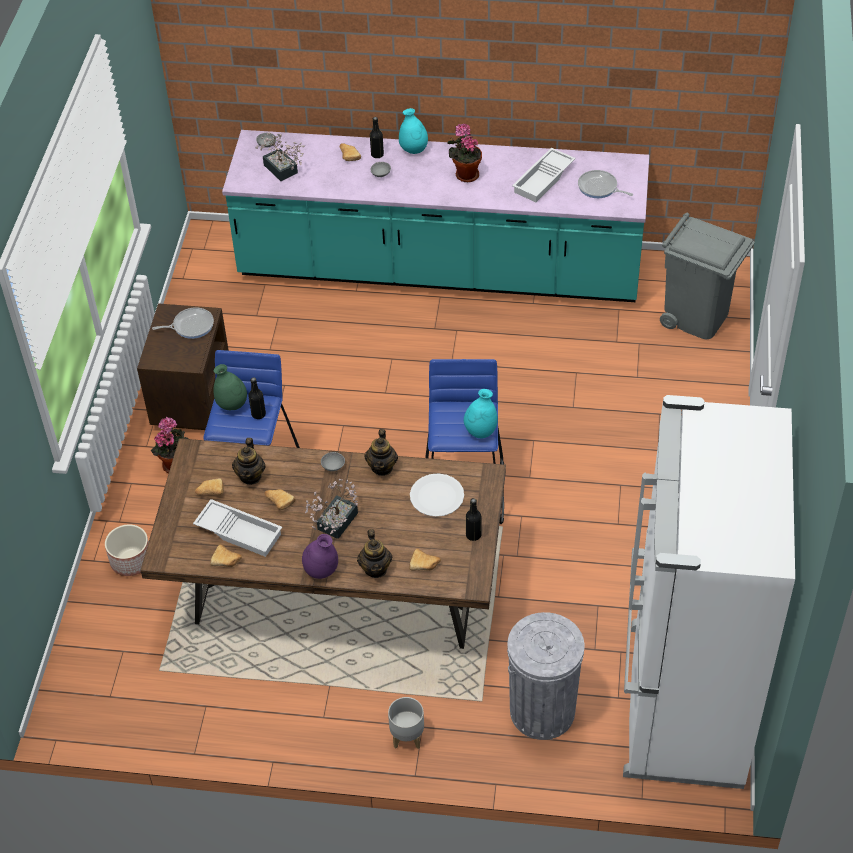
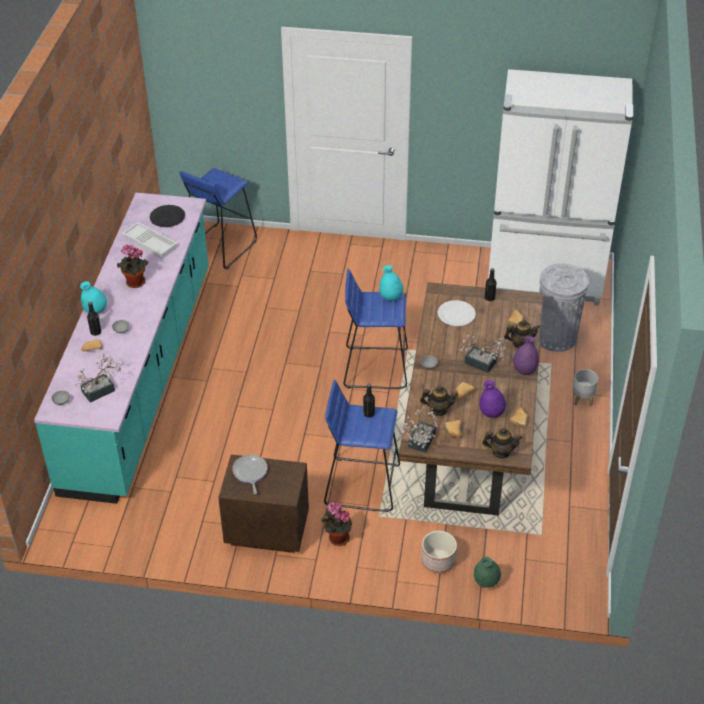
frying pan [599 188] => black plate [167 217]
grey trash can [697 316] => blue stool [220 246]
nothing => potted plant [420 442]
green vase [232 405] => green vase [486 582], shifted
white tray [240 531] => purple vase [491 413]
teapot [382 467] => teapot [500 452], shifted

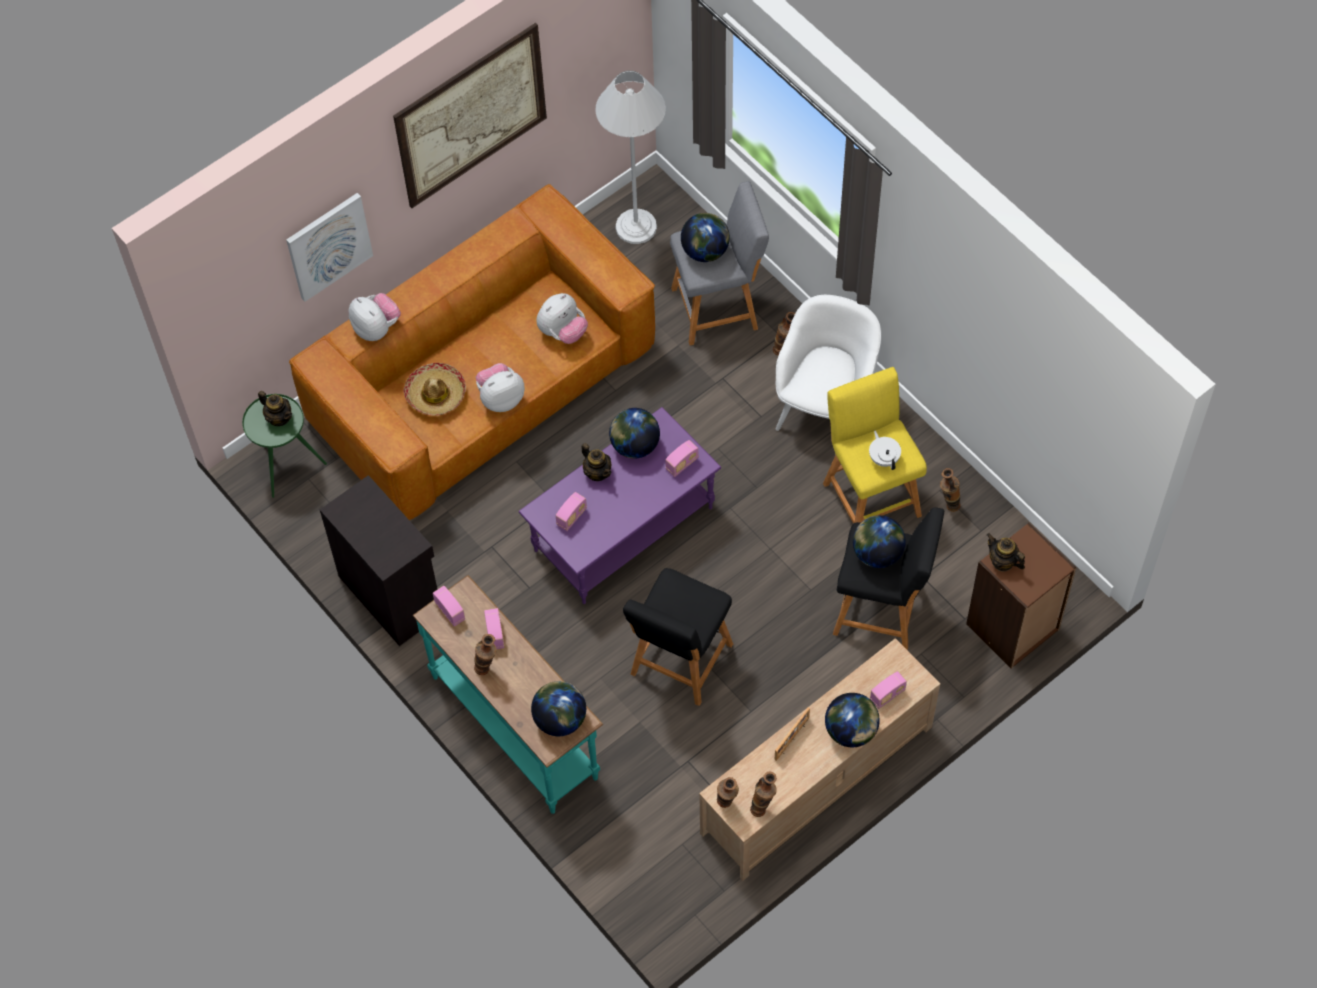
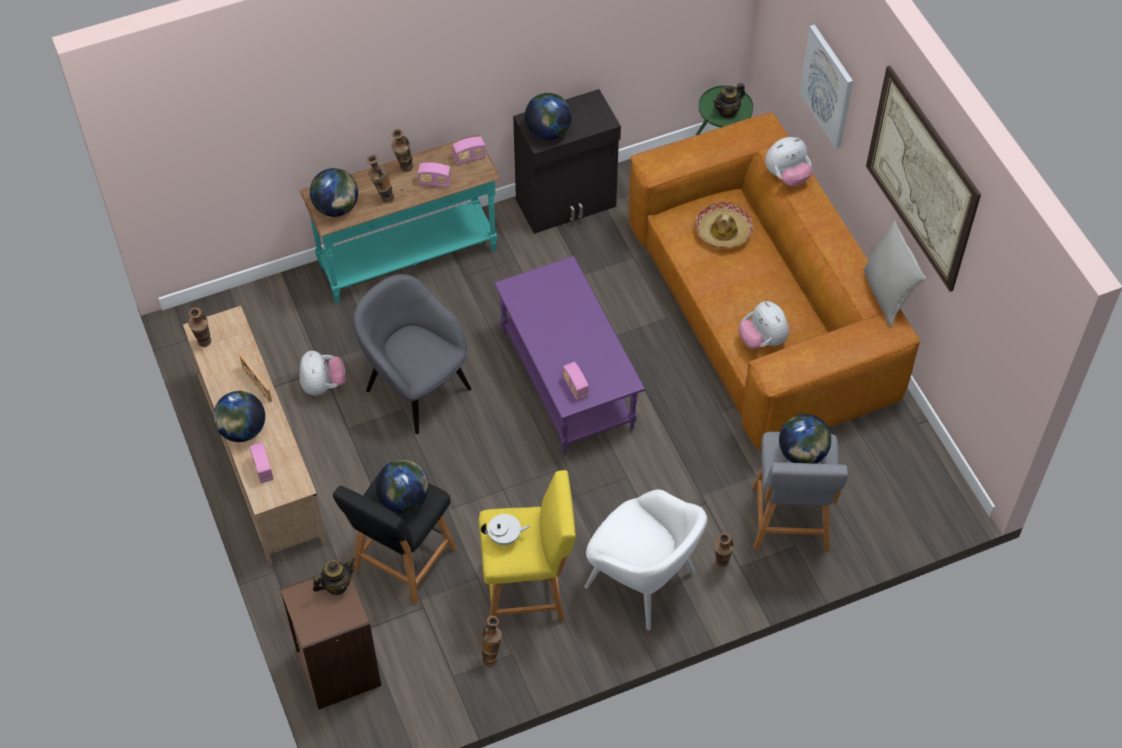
plush toy [501 398] => plush toy [323 385], shifted
black stool [679 663] => grey armchair [416 387]
vase [726 805] => vase [383 199], shifted
globe [634 445] => globe [548 131], shifted
nothing => grey pillow [887 295]
radio [571 517] => nothing
teapot [597 472] => nothing
white floor lamp [636 227] => nothing

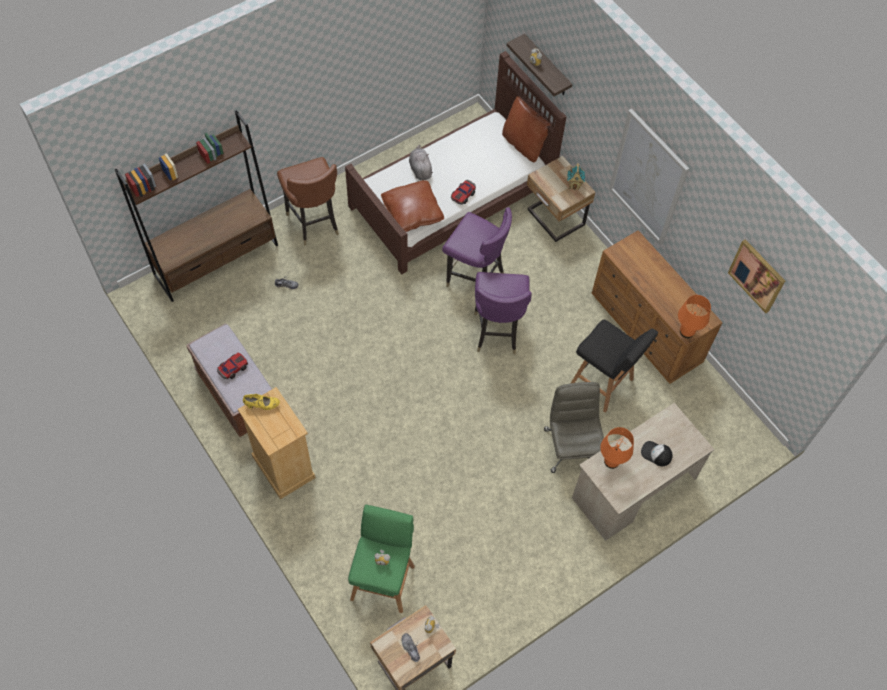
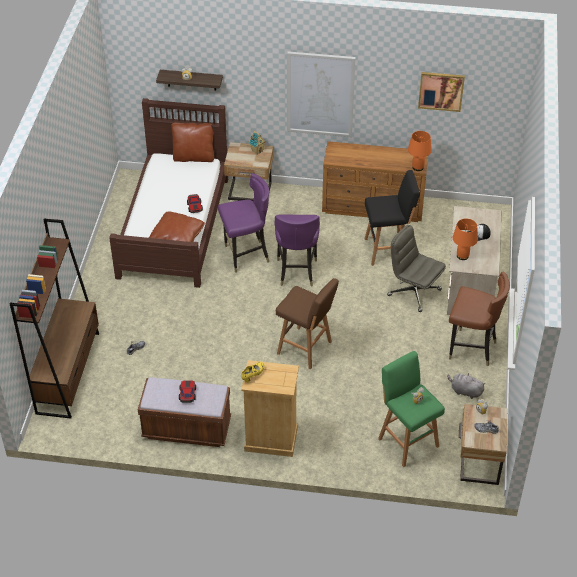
purple chair [496 332] => purple chair [296 272], 45 degrees clockwise
nothing => brown stool [306 348]
grey plush toy [420 169] => grey plush toy [465 391], shifted
brown chair [313 222] => brown chair [471 349], shifted

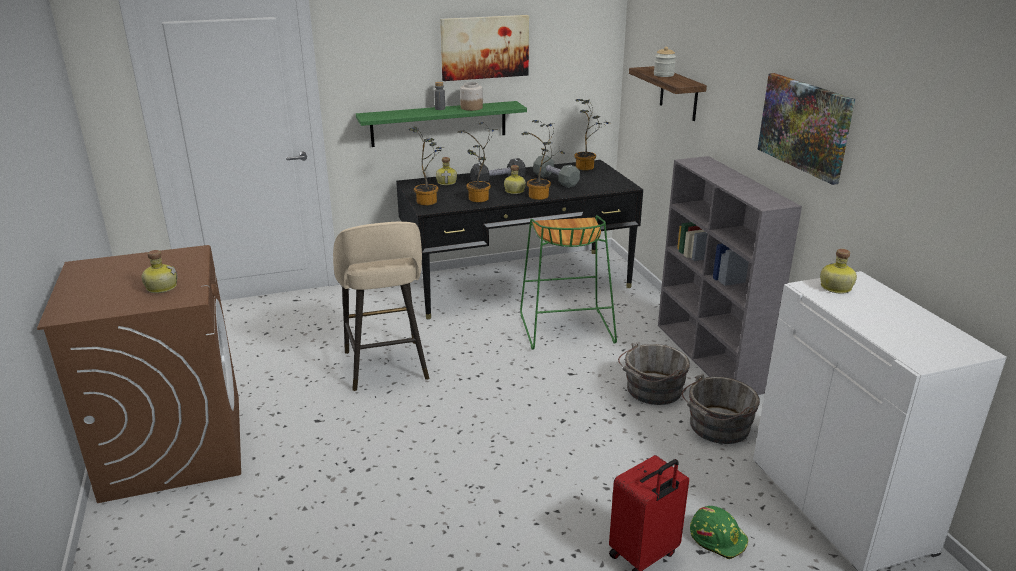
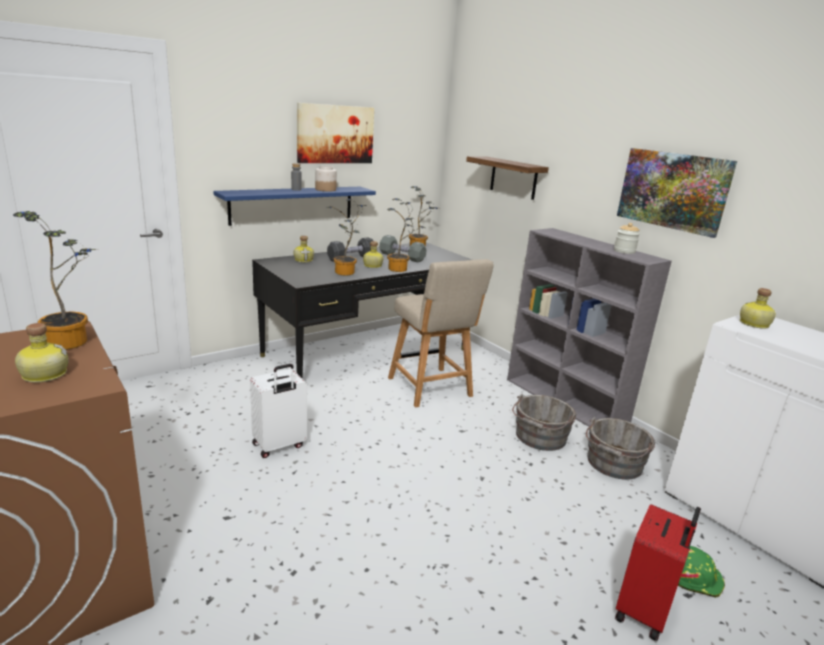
potted plant [429 201] => potted plant [72 341], shifted
green shelf [439 123] => blue shelf [292 205]
beige stool [386 367] => white suitcase [279 446]
green stool [565 328] => beige chair [431 389]
jar [663 75] => jar [624 251], shifted

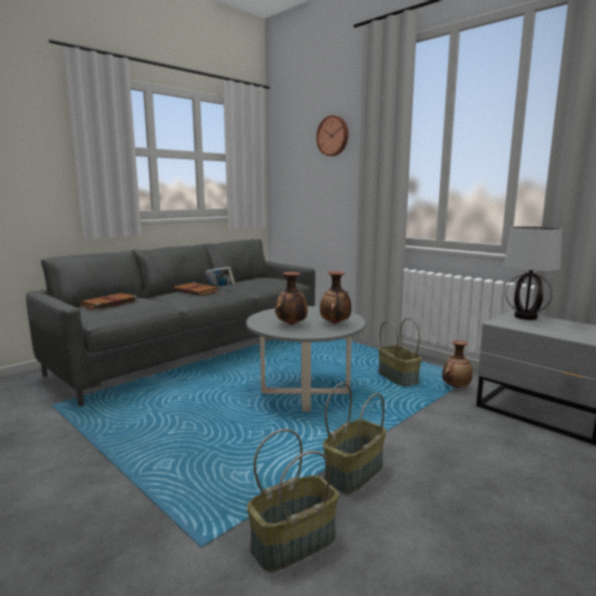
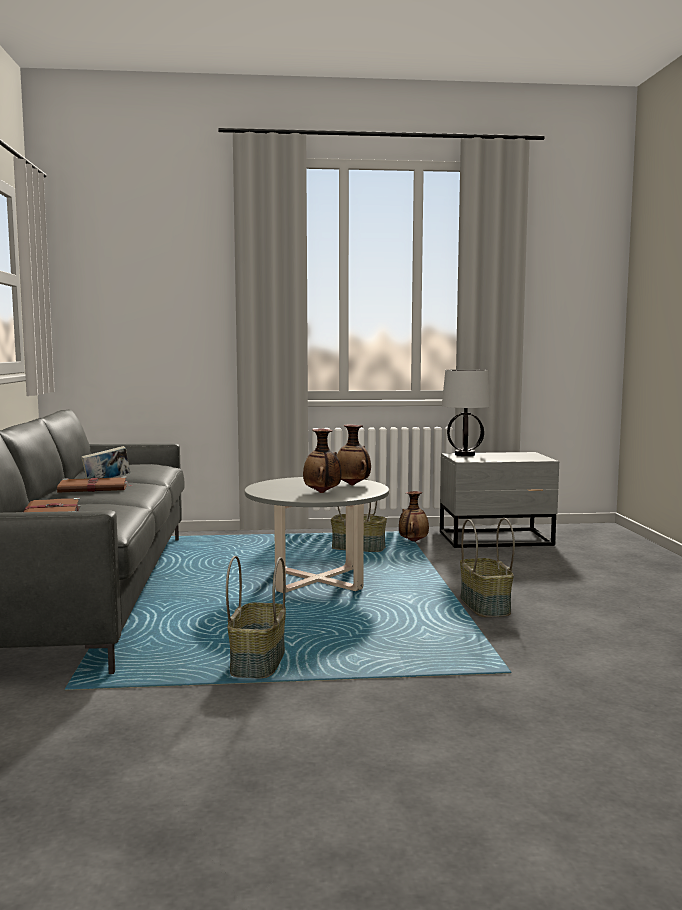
basket [293 542] => basket [257 662], shifted
wall clock [333 136] => nothing

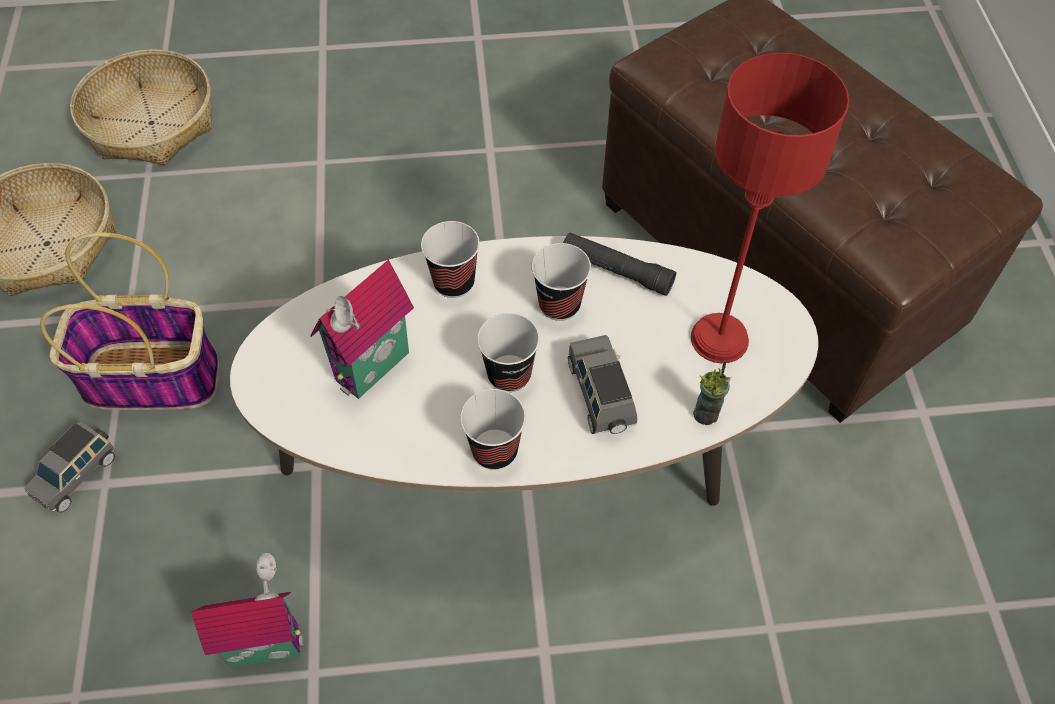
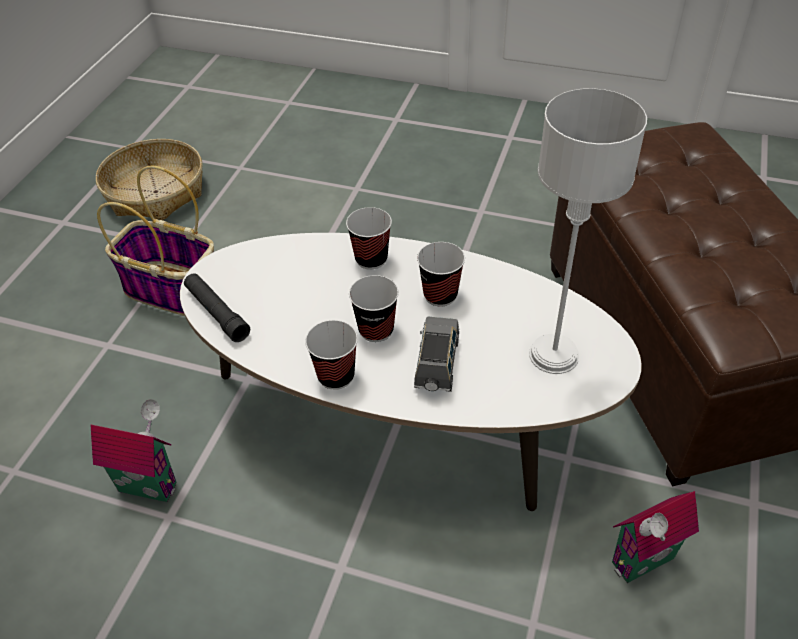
black flashlight [616 270] => black flashlight [217 313], shifted
red table lamp [719 340] => grey table lamp [553 355]
toy house [376 370] => toy house [644 564], shifted
grey toy car [77 475] => nothing
basket [152 123] => nothing
cup [706 414] => nothing

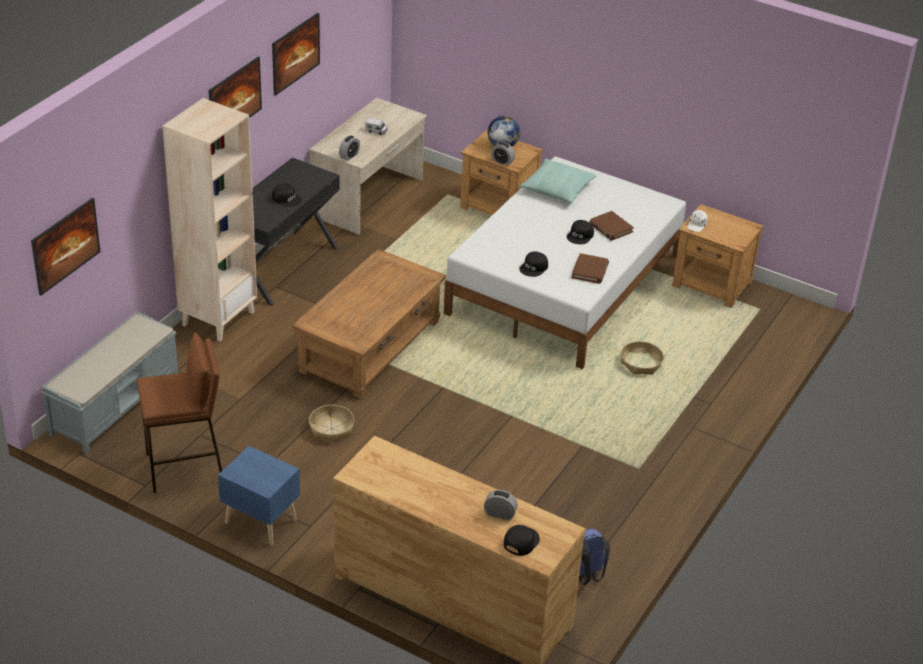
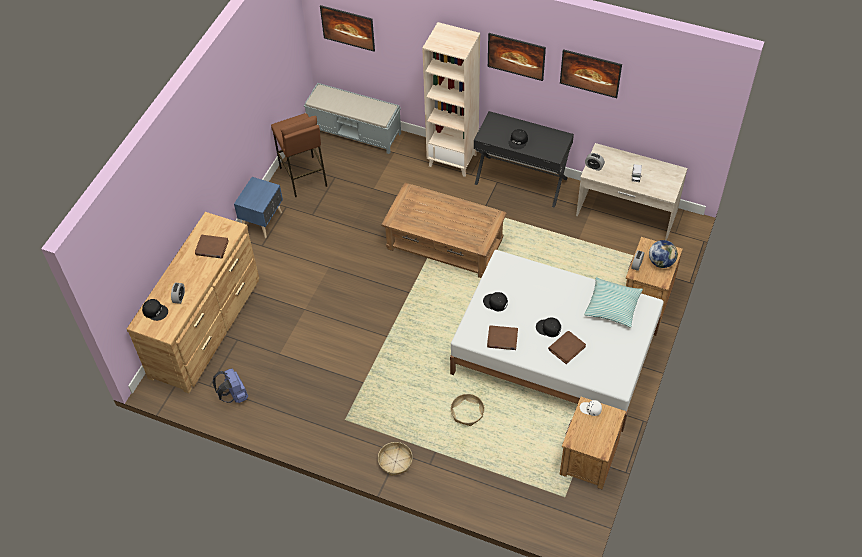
nothing => brown book [212 248]
basket [331 428] => basket [395 461], shifted

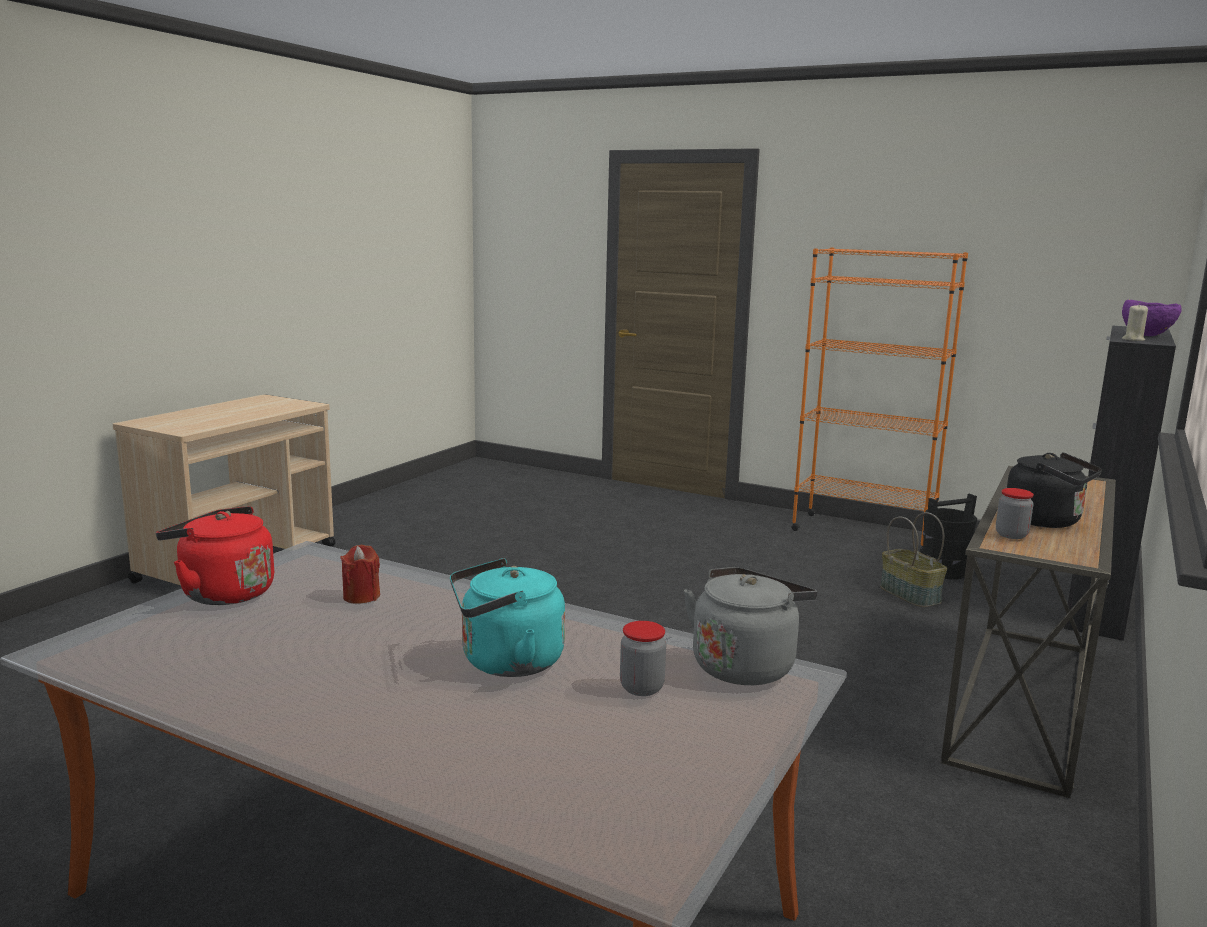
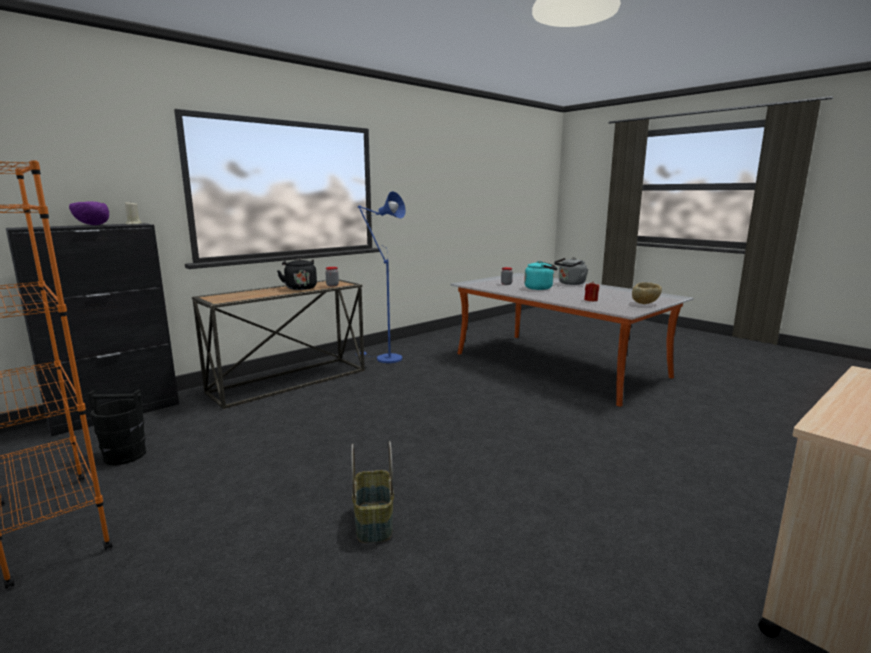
basket [911 594] => basket [373 521], shifted
nothing => blue floor lamp [384 358]
grey kettle [745 665] => grey kettle [570 283], shifted
red kettle [222 593] => beige bowl [645 304]

